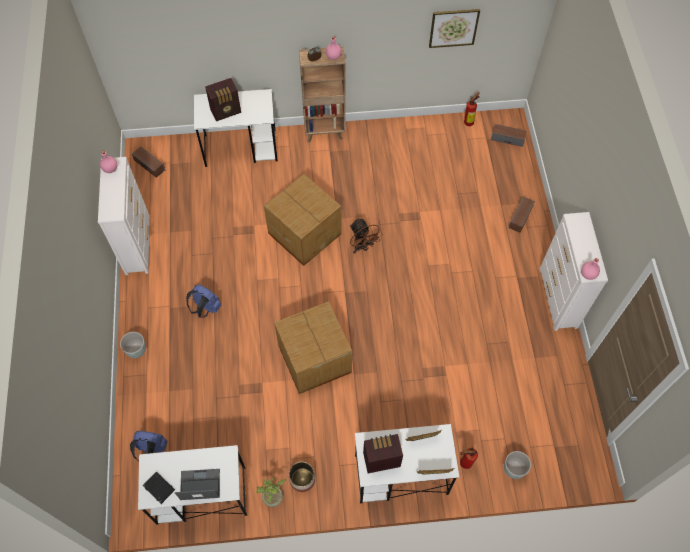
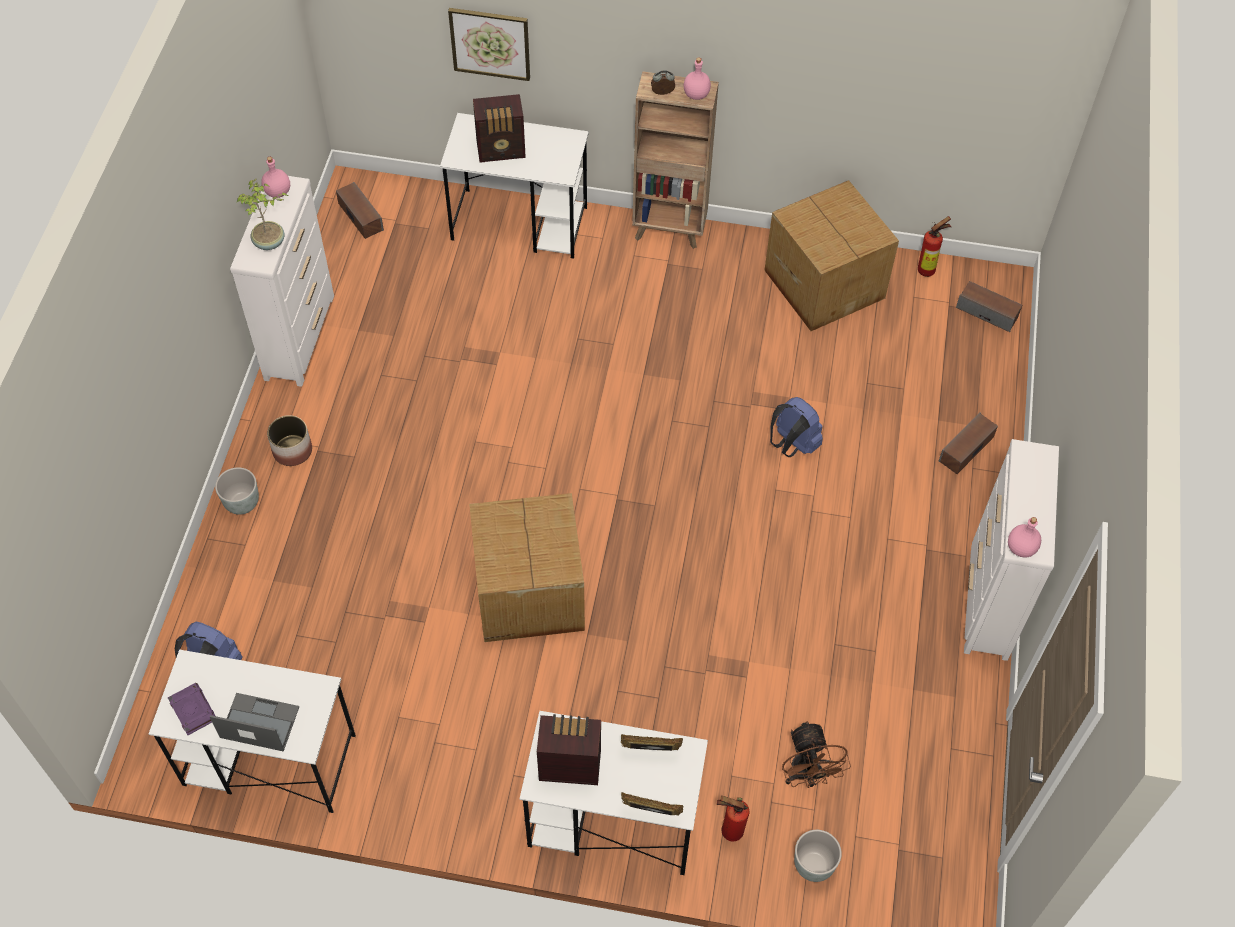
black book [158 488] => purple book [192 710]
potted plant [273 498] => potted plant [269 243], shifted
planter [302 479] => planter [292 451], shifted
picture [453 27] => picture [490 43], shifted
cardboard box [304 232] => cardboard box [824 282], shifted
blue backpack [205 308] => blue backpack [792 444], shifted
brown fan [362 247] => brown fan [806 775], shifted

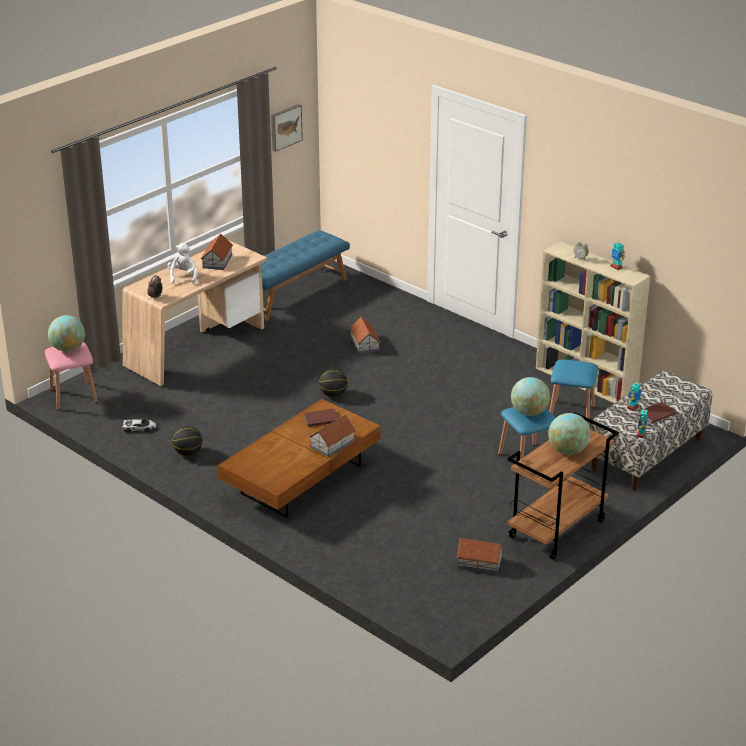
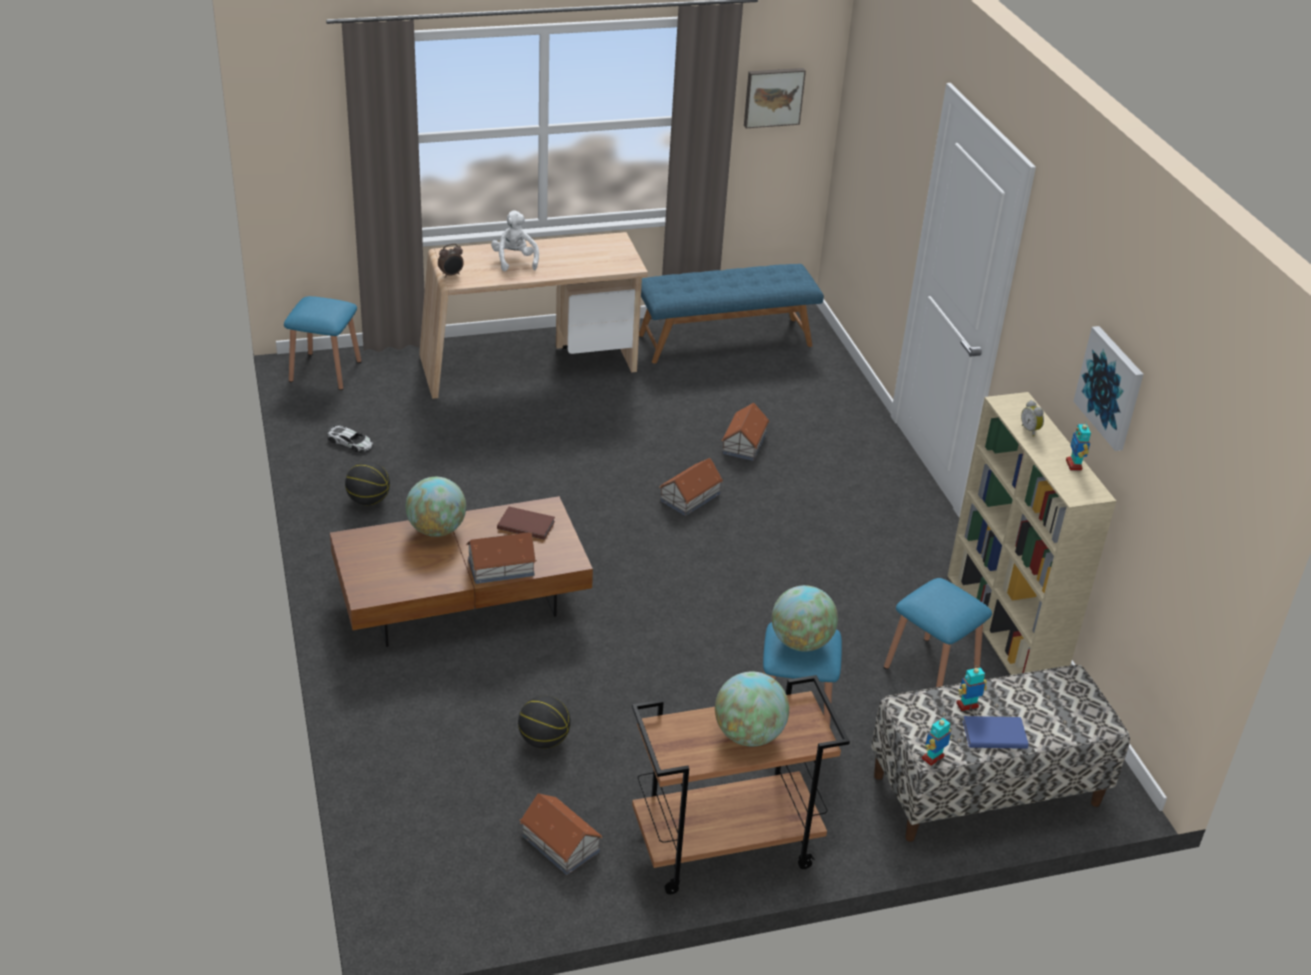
pink stool [73 396] => blue stool [325 371]
globe [68 349] => globe [437 530], shifted
white plush toy [183 277] => white plush toy [515 260], 45 degrees counterclockwise
basketball [333 394] => basketball [544 740], shifted
toy house [217 261] => toy house [690 497], shifted
brown book [655 414] => blue book [993 733]
nothing => picture [1110 387]

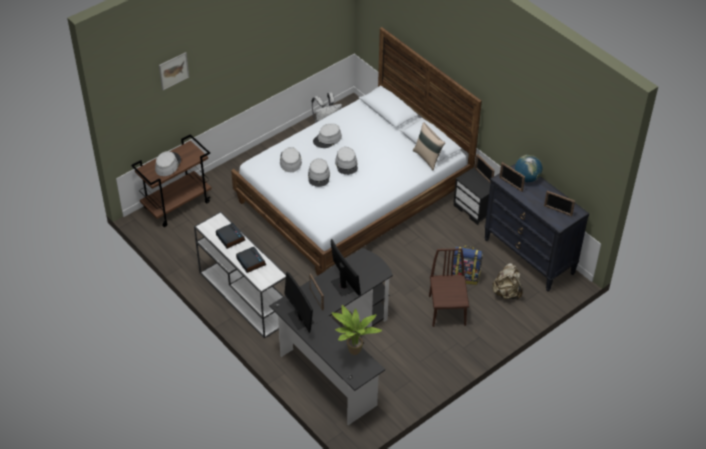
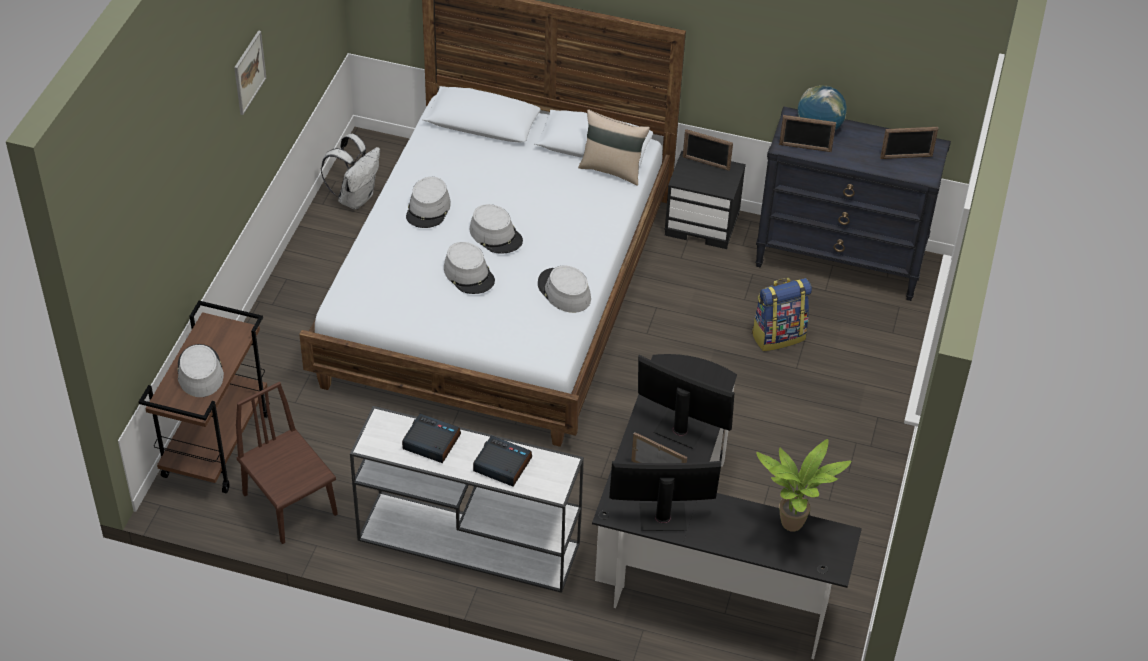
picture [173 71] => picture [249 72], shifted
brown chair [447 310] => brown chair [290 504], shifted
grey hat [290 160] => grey hat [564 291], shifted
monitor [300 319] => monitor [662 517], 150 degrees clockwise
beige backpack [506 293] => nothing

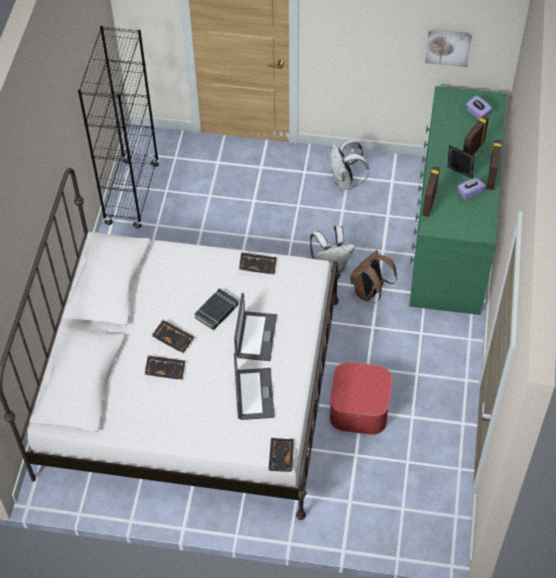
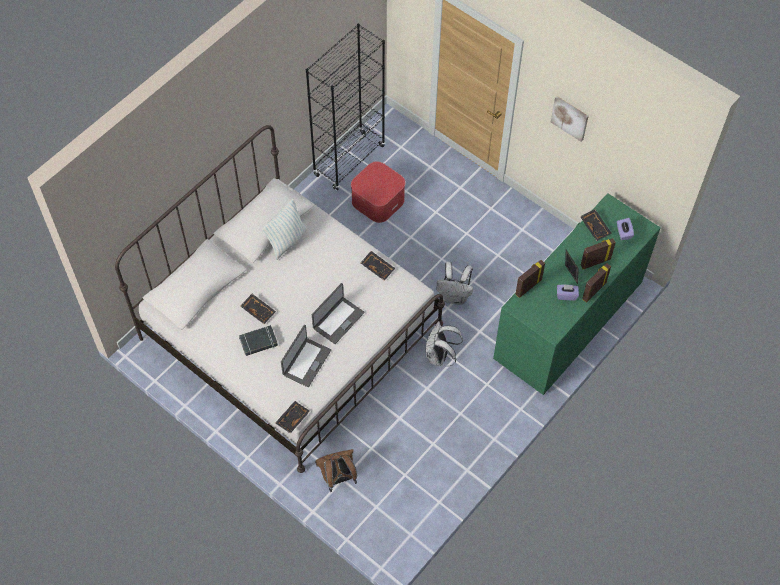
black book [217 311] => black book [258 342], shifted
nothing => pillow [287 241]
brown backpack [369 293] => brown backpack [338 478], shifted
ottoman [359 408] => ottoman [378 200], shifted
white backpack [345 182] => white backpack [439 357], shifted
picture [448 47] => picture [570 118], shifted
black tray [173 339] => black tray [595 227], shifted

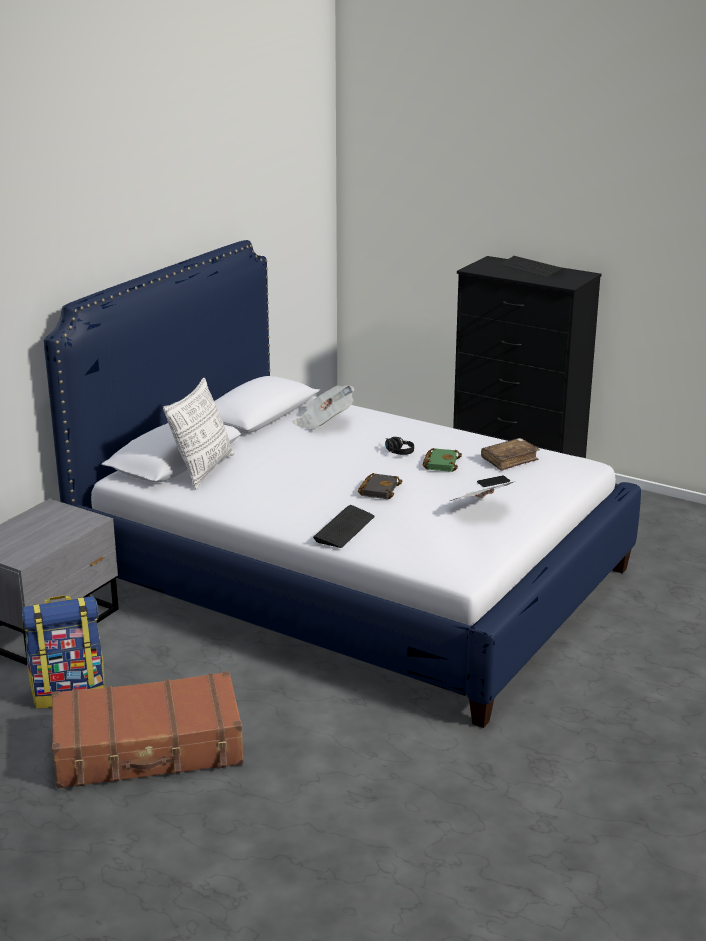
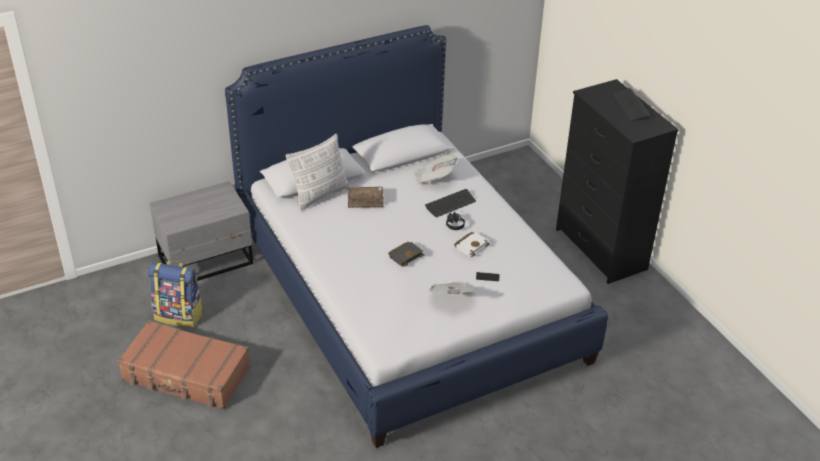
brown book [509 460] => brown book [365 200], shifted
keyboard [344 528] => keyboard [450 204], shifted
green book [440 463] => white book [471 245]

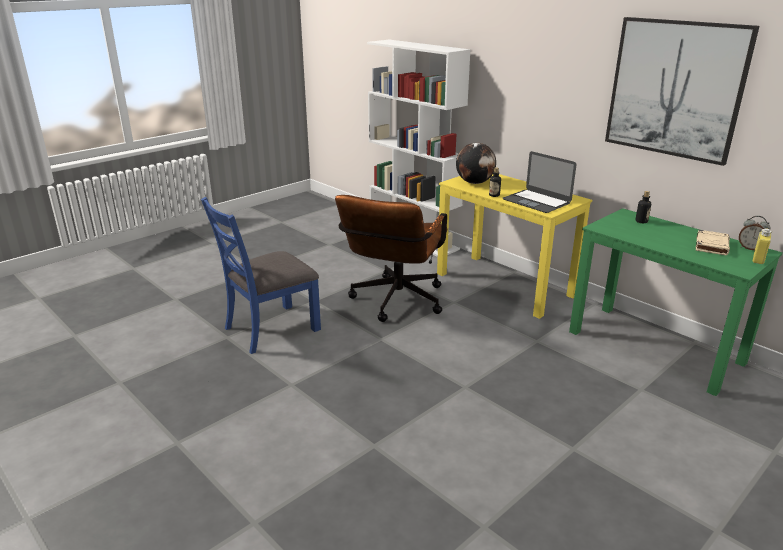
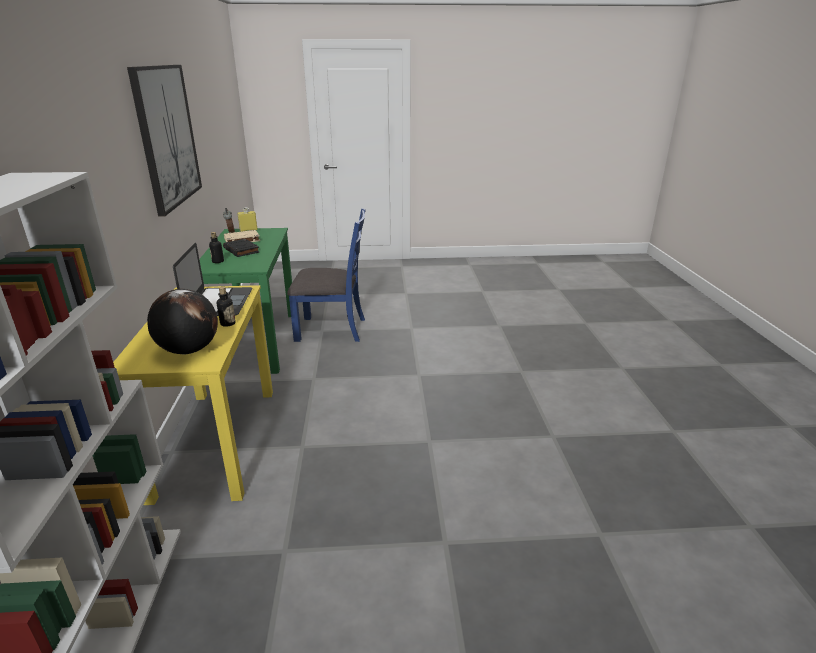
nothing => black book [242 250]
blue chair [271 328] => blue chair [332 329], shifted
brown office chair [394 303] => nothing

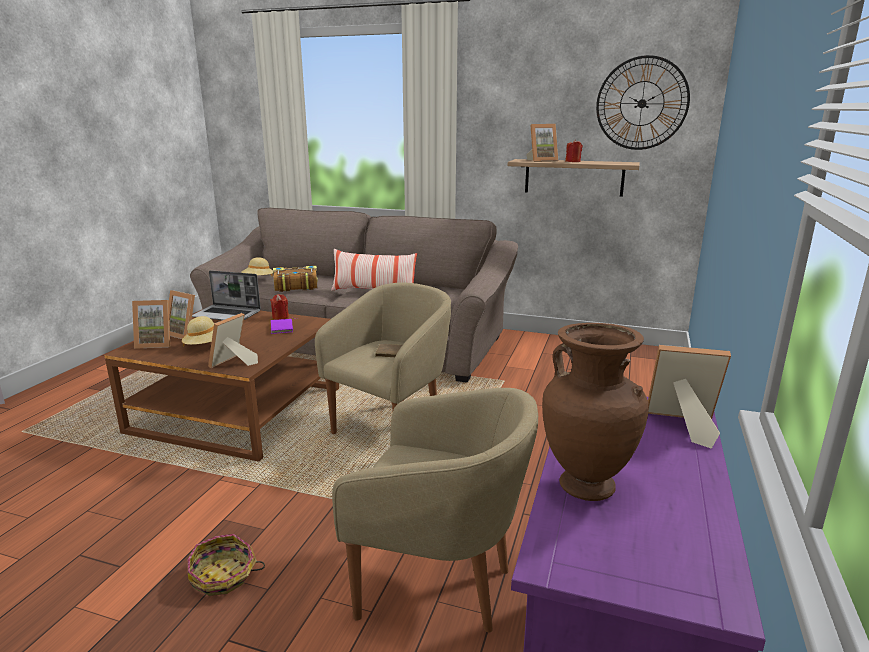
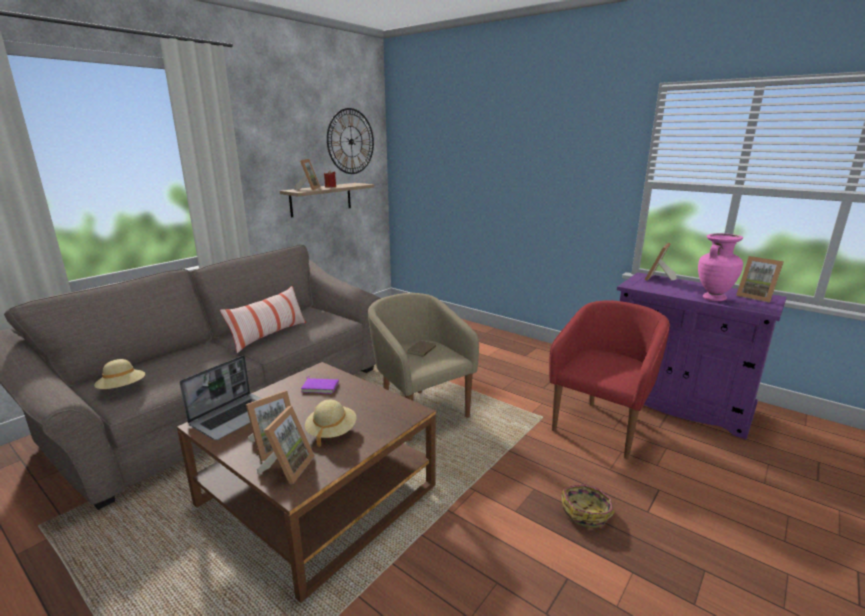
beige armchair [440 585] => red armchair [601 425]
brown vase [586 486] => pink vase [713 298]
picture frame [233 363] => picture frame [755 297], shifted
red candle [280 317] => nothing
book [295 286] => nothing

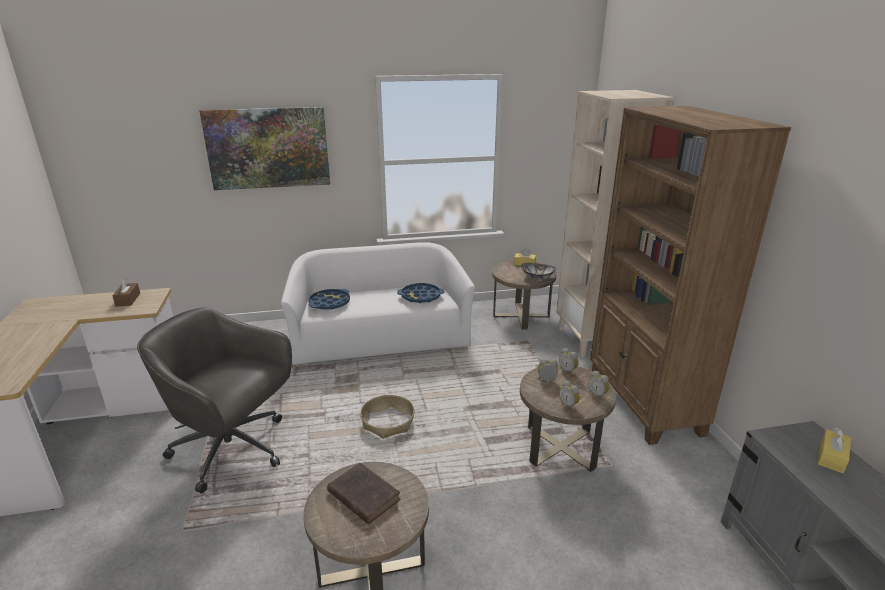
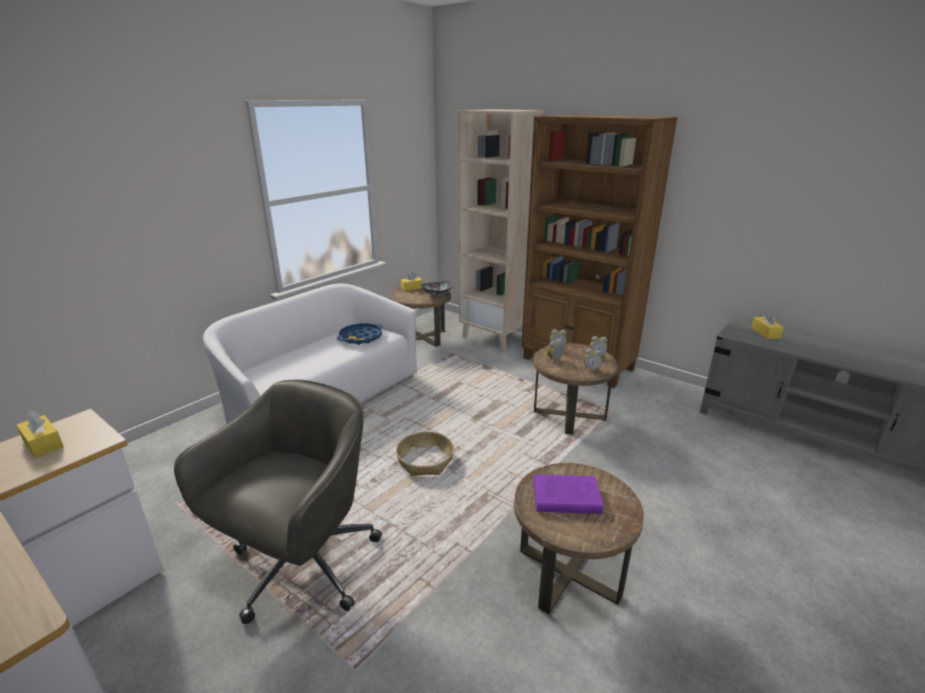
brown tissue box [128 300] => yellow tissue box [43 443]
grey office chair [233 450] => grey office chair [302 566], 135 degrees clockwise
brown book [362 495] => purple book [564 498]
picture [268 148] => nothing
blue tray [329 303] => nothing

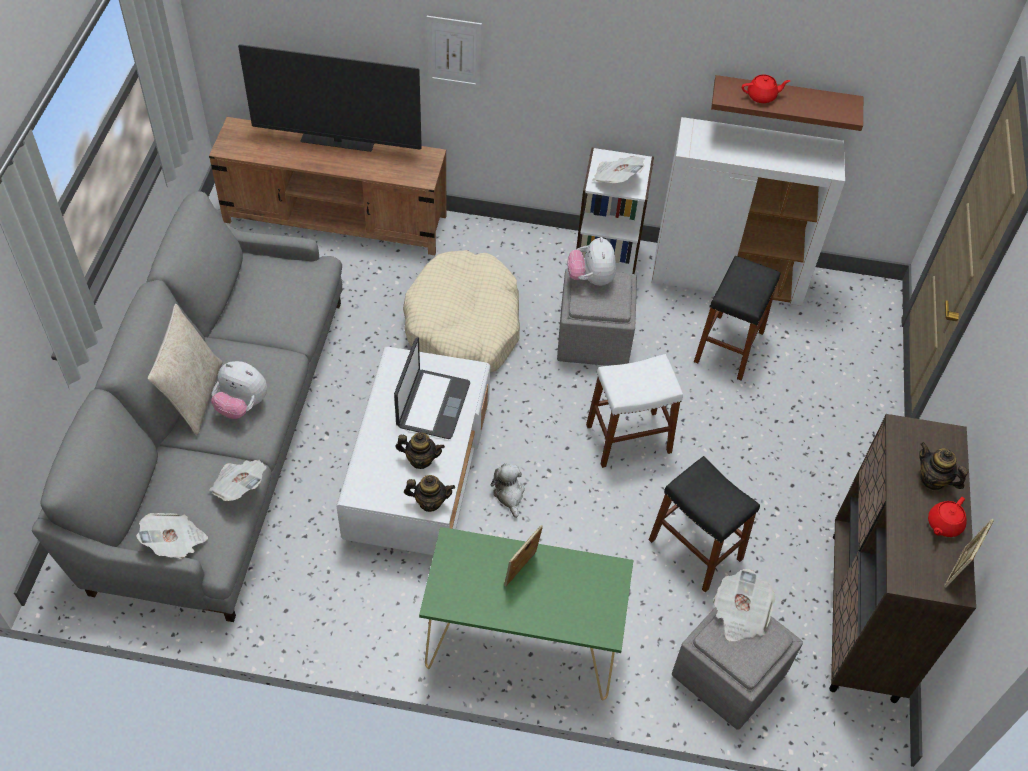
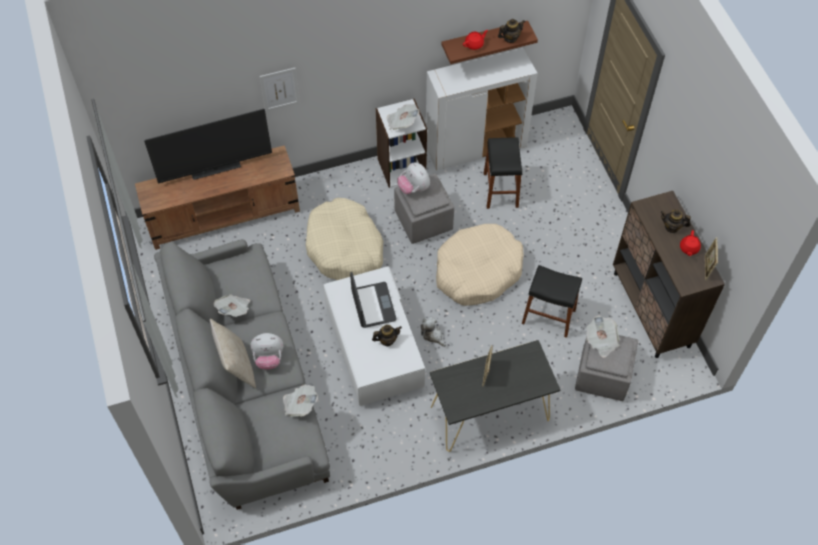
newspaper [175 543] => newspaper [234 310], shifted
green console table [521 643] => black console table [489 413]
white stool [628 438] => beige dog bed [477 271]
teapot [430 502] => teapot [510 38], shifted

